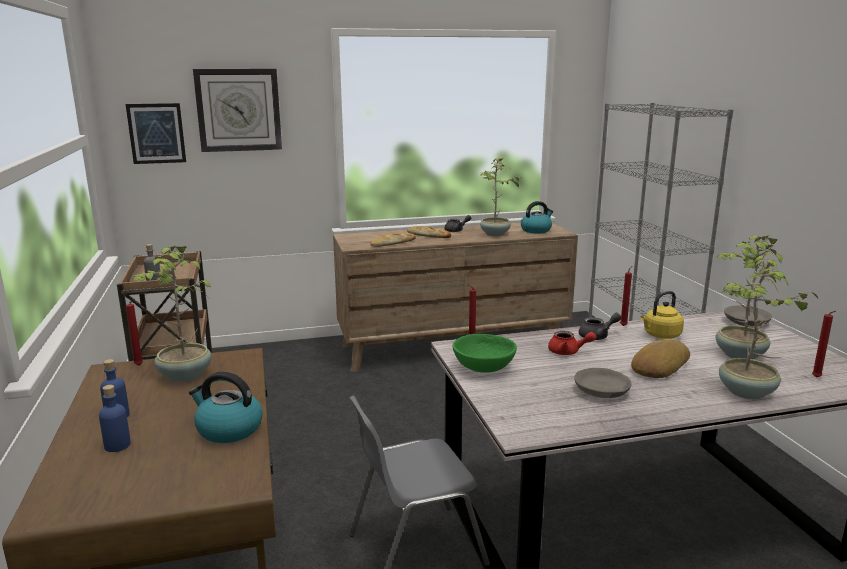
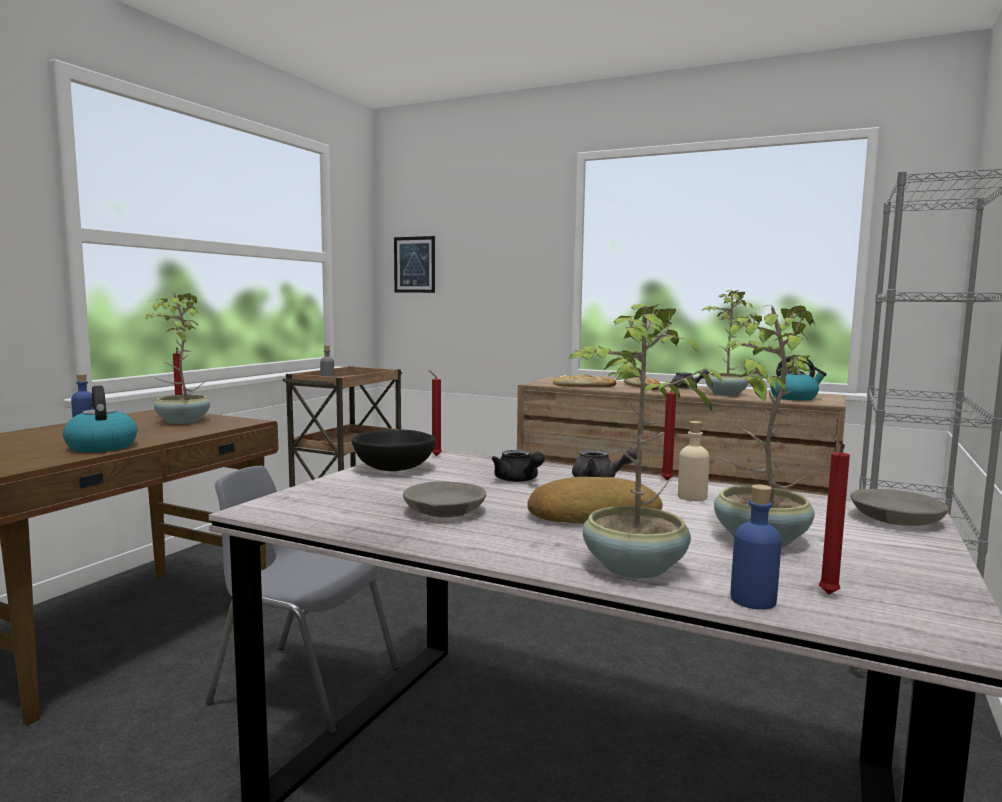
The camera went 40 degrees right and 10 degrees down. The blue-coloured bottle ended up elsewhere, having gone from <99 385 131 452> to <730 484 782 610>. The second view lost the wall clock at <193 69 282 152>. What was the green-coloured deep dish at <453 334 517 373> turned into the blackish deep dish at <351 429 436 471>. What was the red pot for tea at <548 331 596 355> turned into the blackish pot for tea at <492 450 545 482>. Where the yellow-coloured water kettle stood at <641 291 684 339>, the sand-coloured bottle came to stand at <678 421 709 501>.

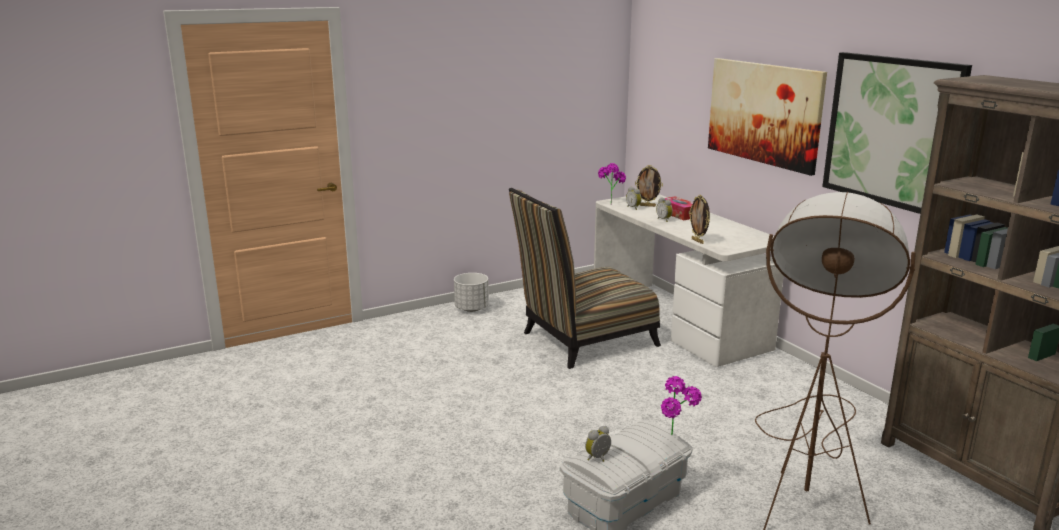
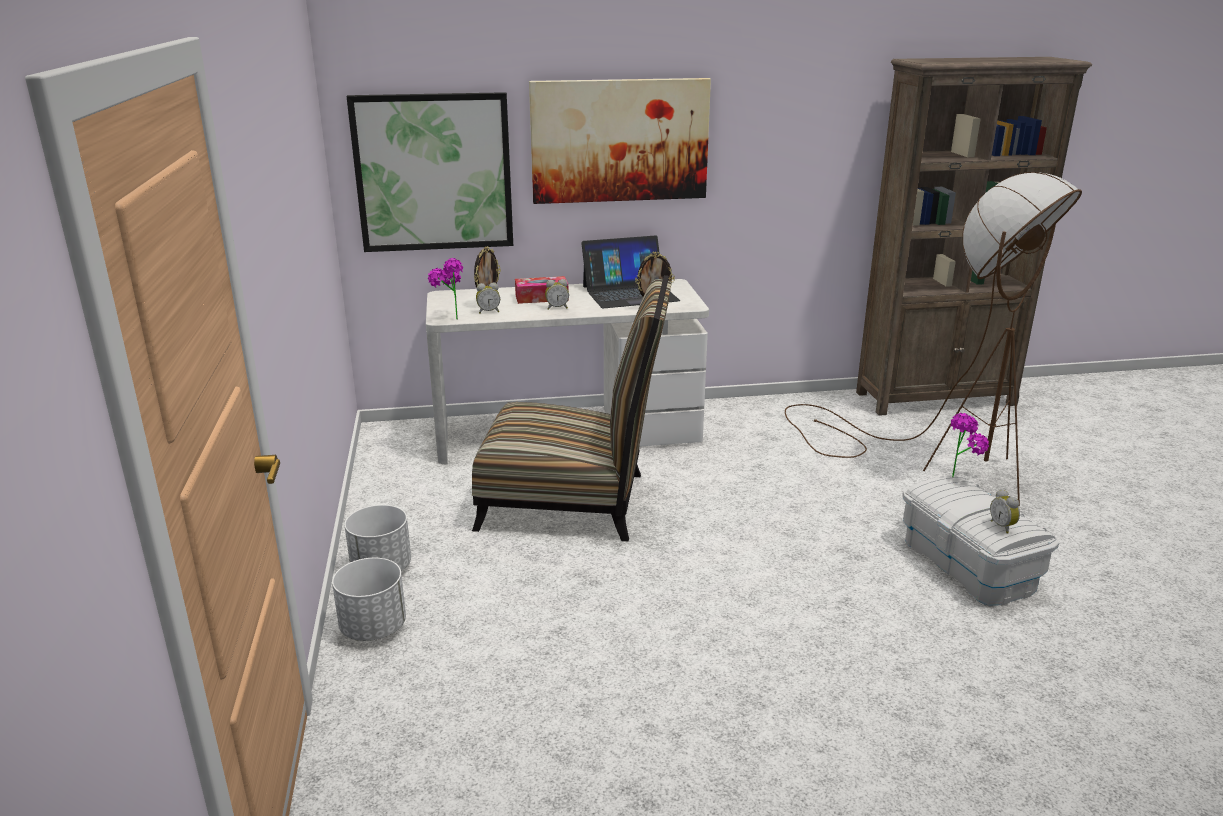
The camera went 70 degrees left and 5 degrees up. The plain chair at <509 188 661 369> ended up facing another way, 75 degrees counterclockwise from before. The picture ended up elsewhere, having gone from <822 52 972 214> to <346 92 513 252>. The second view gained the white plant pot at <332 558 406 641>. The second view gained the notebook computer at <581 236 680 308>.

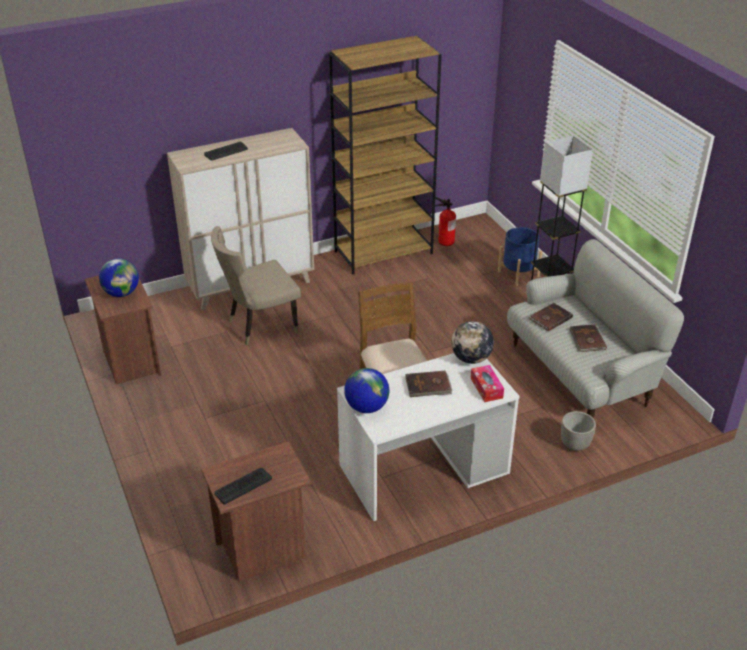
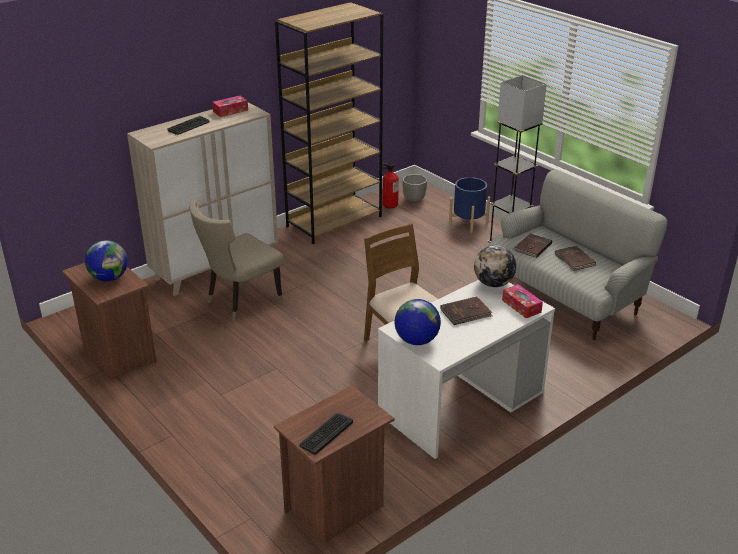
The camera went 15 degrees left and 5 degrees down. The plant pot ended up elsewhere, having gone from <561 411 596 451> to <402 174 427 203>. The second view gained the tissue holder at <212 96 248 117>.

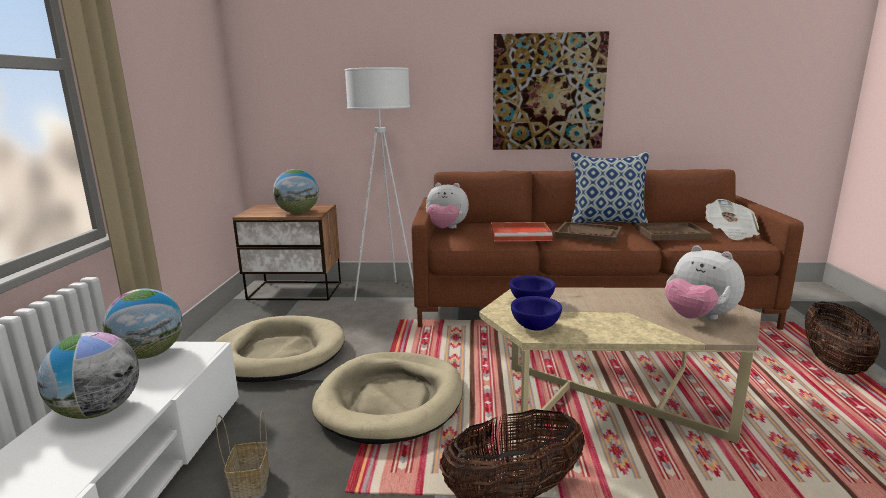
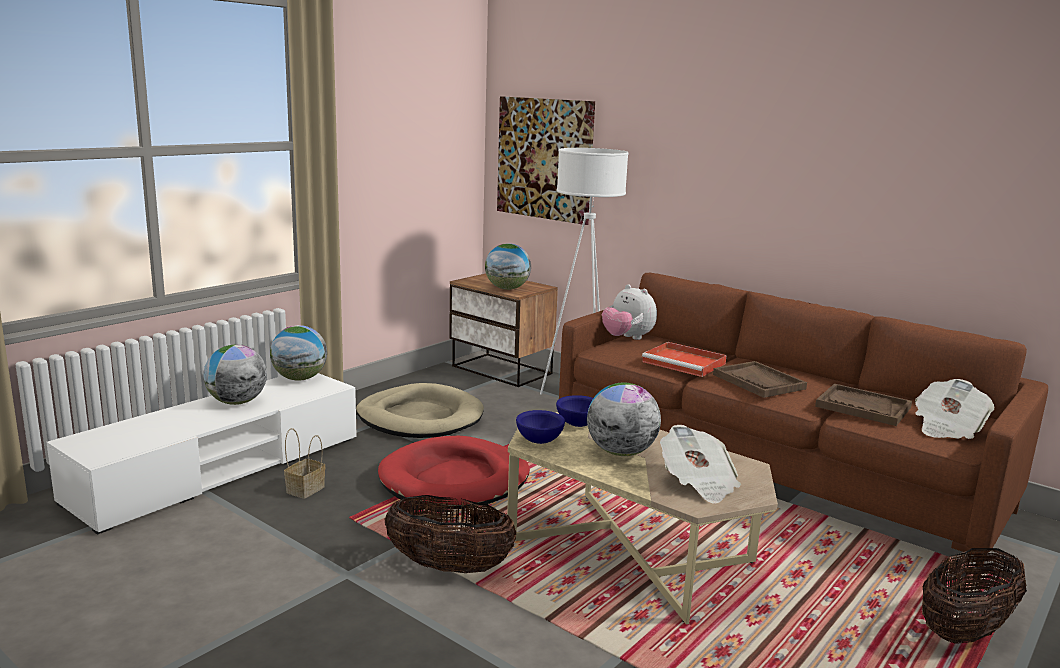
The camera went 35 degrees right and 0 degrees up. What was the sand-coloured pet bed at <312 352 463 444> turned into the red pet bed at <378 436 530 509>. The picture ended up elsewhere, having gone from <493 31 609 150> to <497 96 595 225>. The second view lost the cushion at <571 151 649 224>. Where the cuddly toy stood at <665 245 745 320>, the printed paper came to stand at <660 425 741 504>. The second view gained the world globe at <587 383 661 456>.

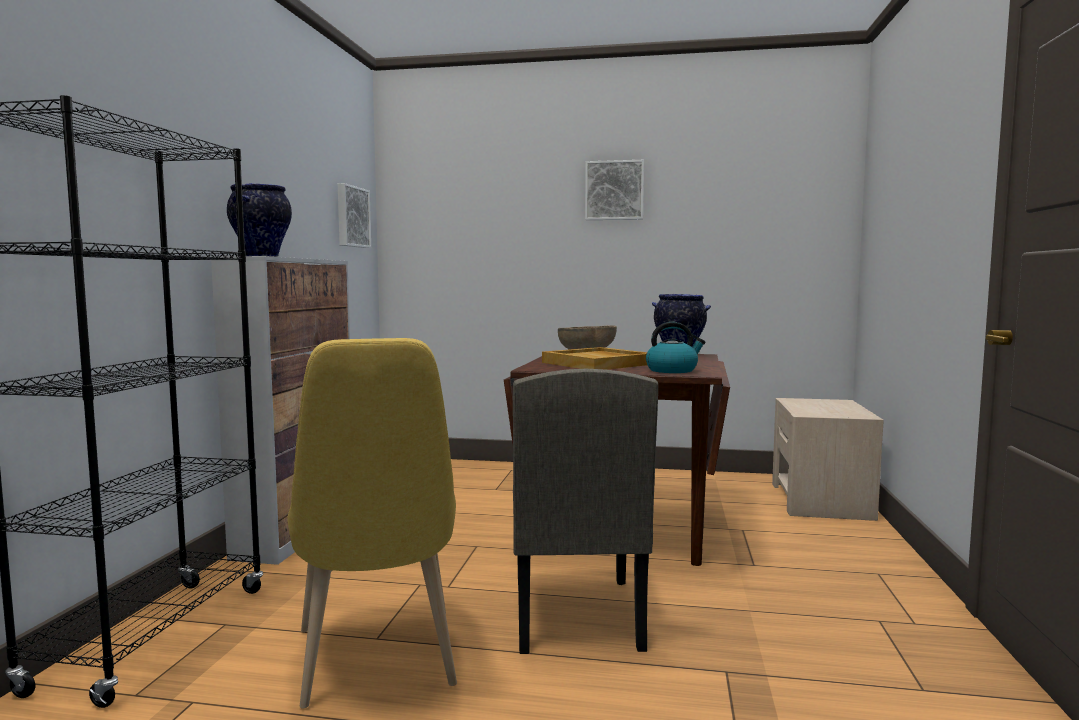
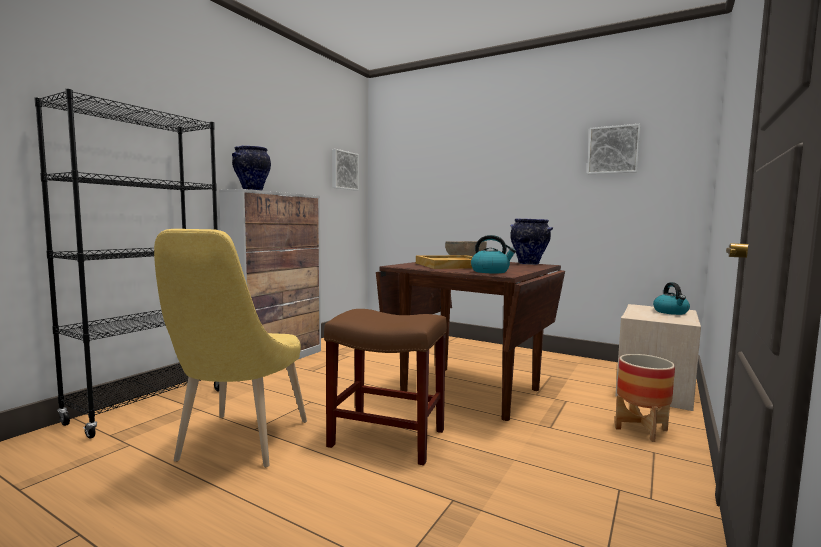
The camera went 20 degrees right and 0 degrees up. Where the sand-coloured plain chair stood at <513 369 658 654>, the brownish stool seat came to stand at <324 309 447 466>. The picture ended up elsewhere, having gone from <585 160 644 220> to <587 124 641 174>. The second view gained the plant pot at <615 354 675 442>. The second view gained the water kettle at <653 282 690 315>.

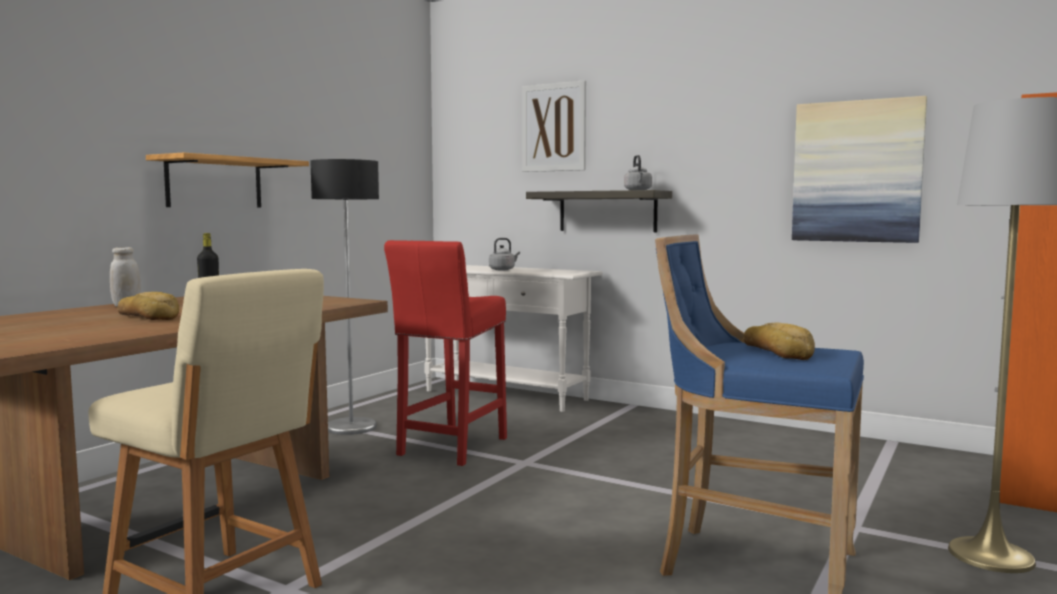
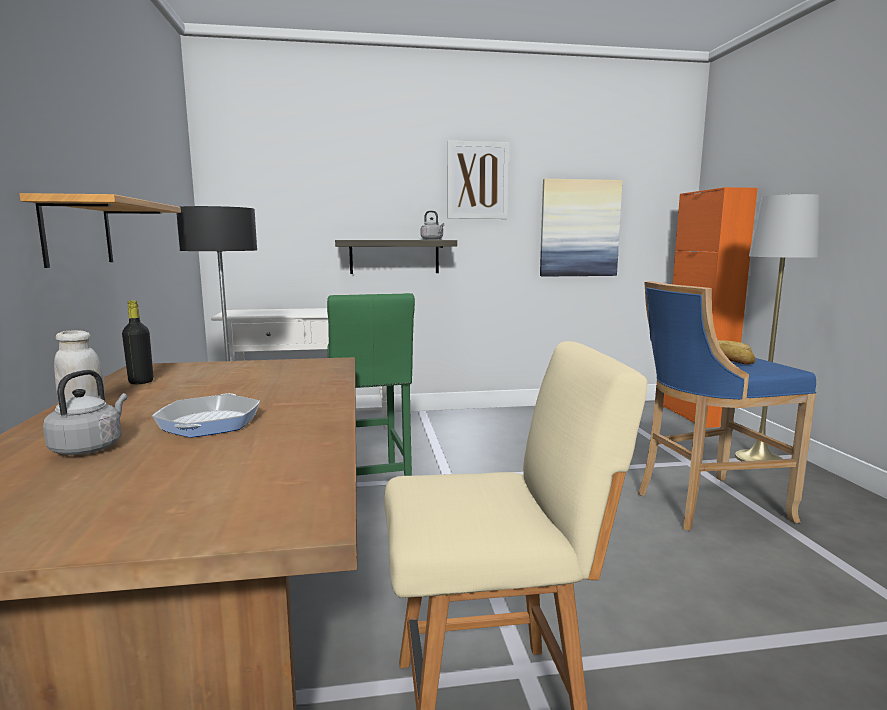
The camera went 40 degrees left and 5 degrees up. Where the bread stood at <118 292 179 320>, the frying pan came to stand at <152 393 260 438>. What was the red stool seat at <384 240 507 466> turned into the green-coloured stool seat at <327 293 415 476>. The gray water kettle ended up elsewhere, having gone from <489 238 520 270> to <43 370 127 455>. The picture ended up elsewhere, having gone from <522 80 586 172> to <447 141 509 219>.

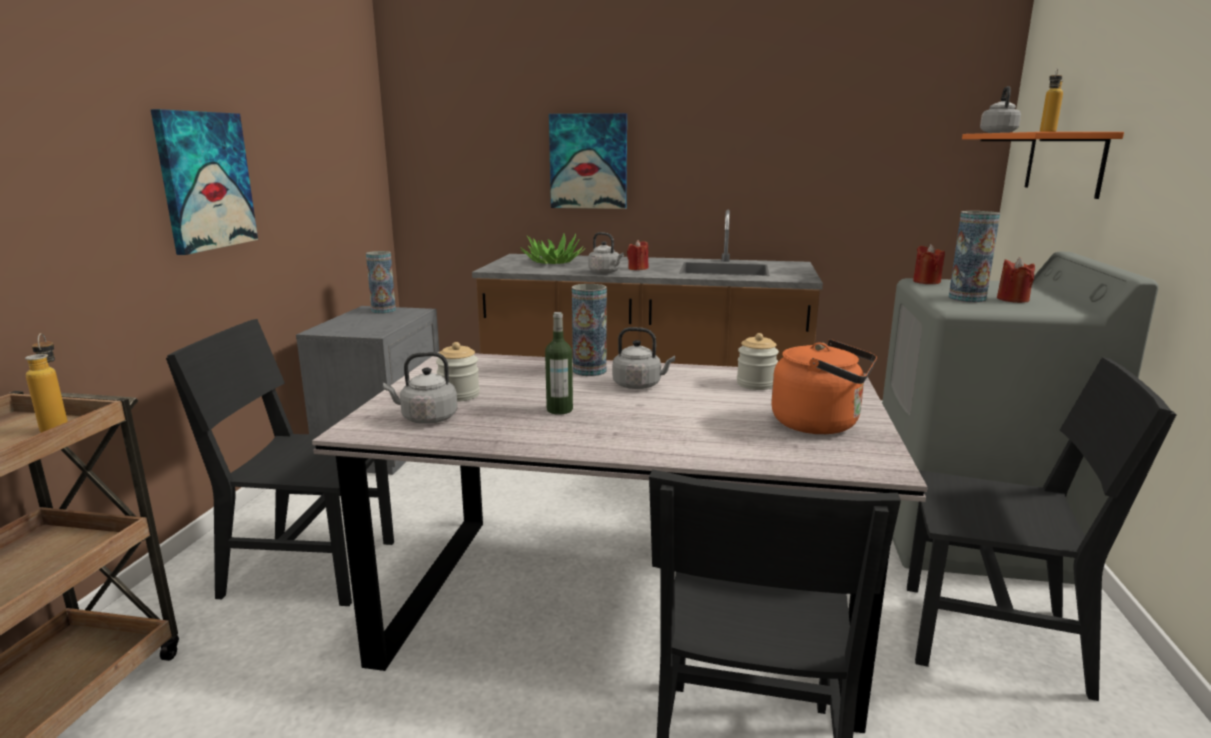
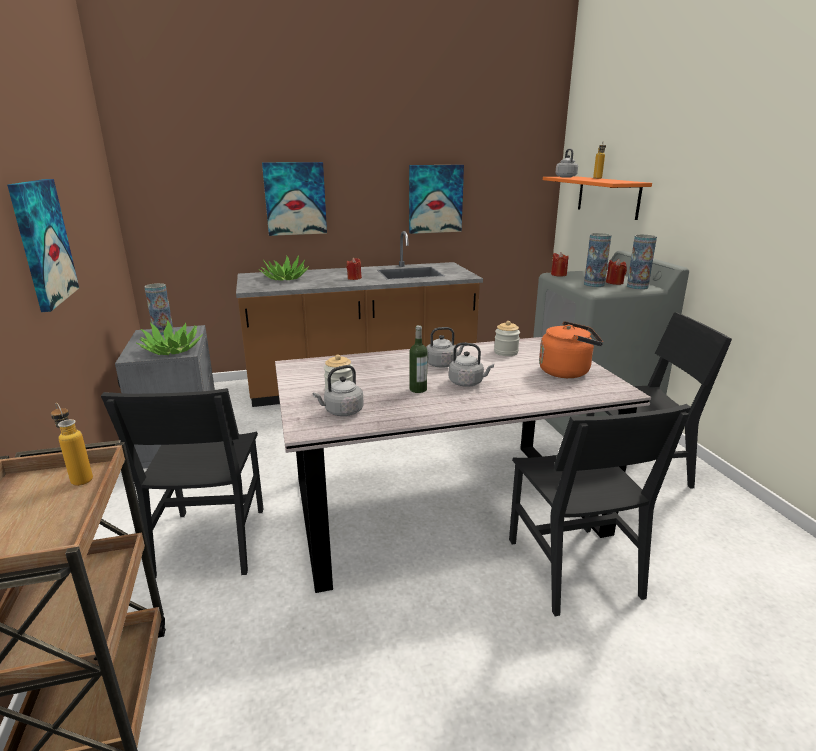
The camera went 25 degrees left and 5 degrees up. The blackish plain chair at <166 319 394 606> ended up facing another way, 75 degrees counterclockwise from before. The vase ended up elsewhere, having gone from <572 284 607 376> to <627 234 657 290>. The gray water kettle ended up elsewhere, having gone from <588 232 624 274> to <449 343 494 387>. The second view gained the plant in a pot at <137 320 203 355>. The second view gained the picture at <409 165 464 234>.

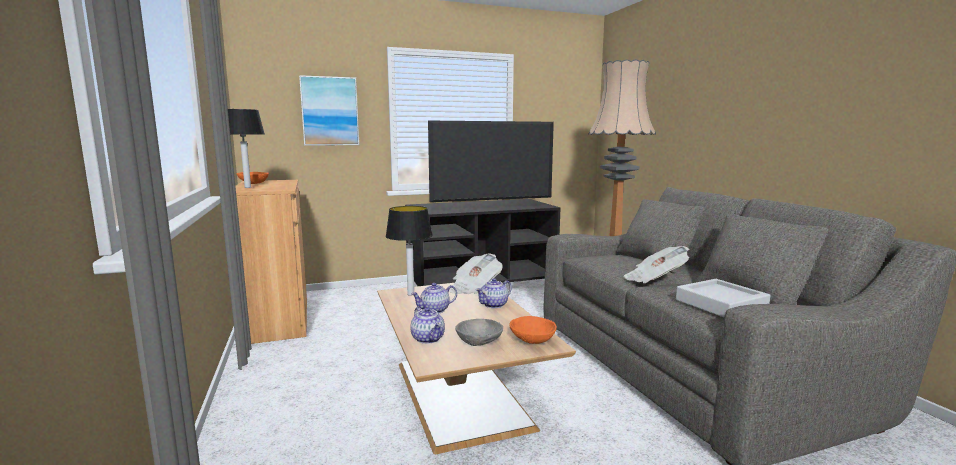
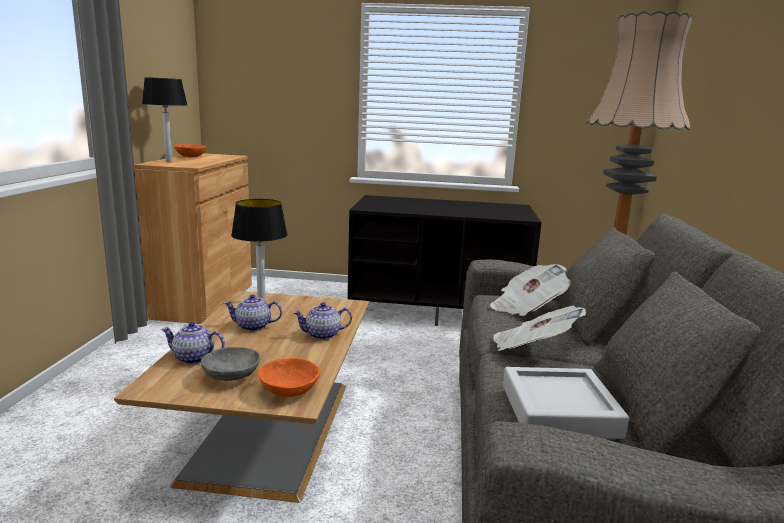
The camera went 25 degrees right and 5 degrees up. The second view lost the picture at <299 75 359 146>. The pot for tea at <410 307 445 344> ended up facing another way, 105 degrees clockwise from before. The second view lost the TV at <428 121 554 211>. The printed paper ended up elsewhere, having gone from <449 254 503 294> to <490 264 571 316>.

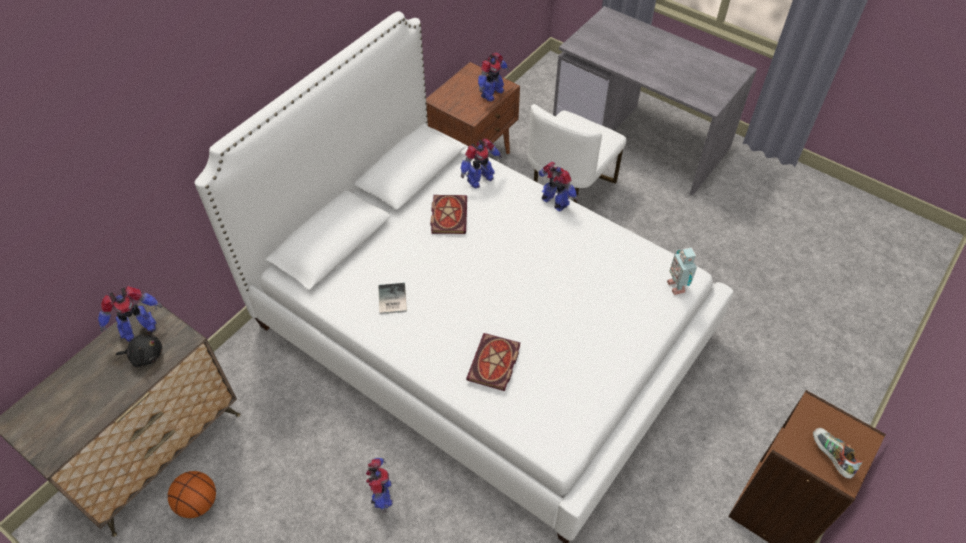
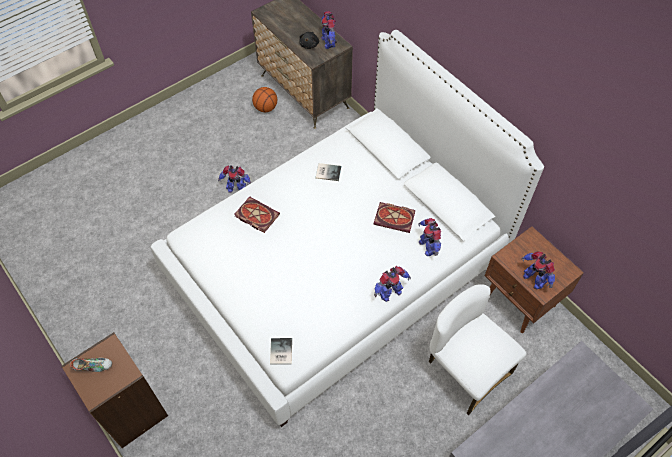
The camera went 105 degrees right and 5 degrees up. Where the model robot stood at <667 248 697 295>, the volume came to stand at <270 338 292 365>.

